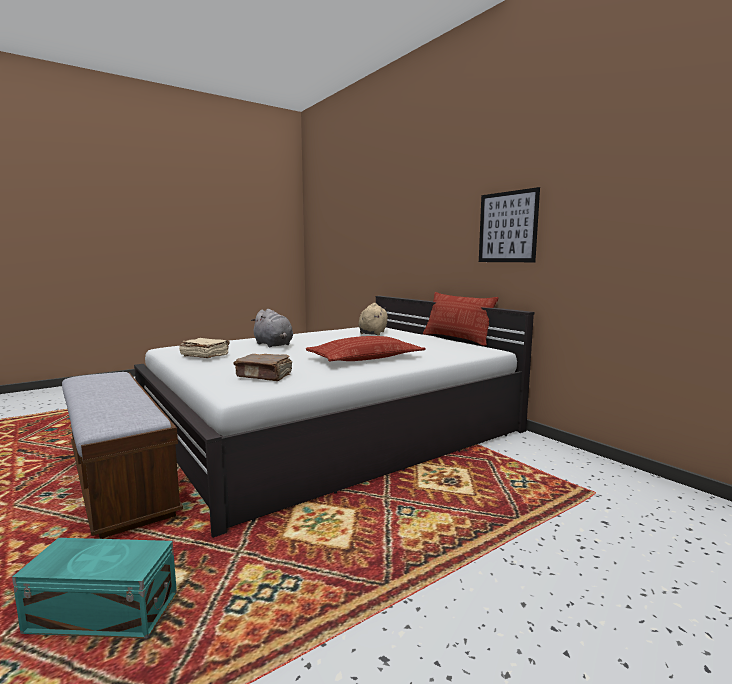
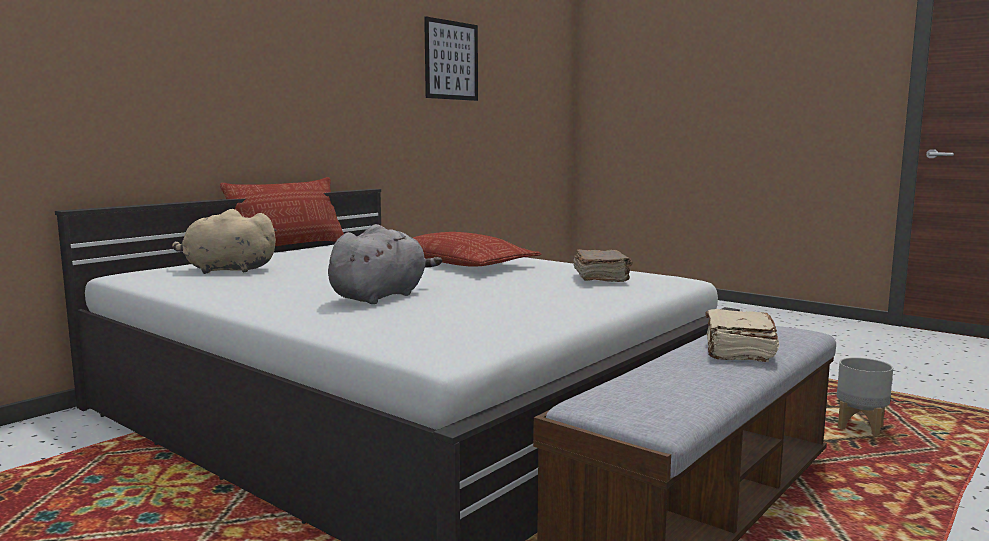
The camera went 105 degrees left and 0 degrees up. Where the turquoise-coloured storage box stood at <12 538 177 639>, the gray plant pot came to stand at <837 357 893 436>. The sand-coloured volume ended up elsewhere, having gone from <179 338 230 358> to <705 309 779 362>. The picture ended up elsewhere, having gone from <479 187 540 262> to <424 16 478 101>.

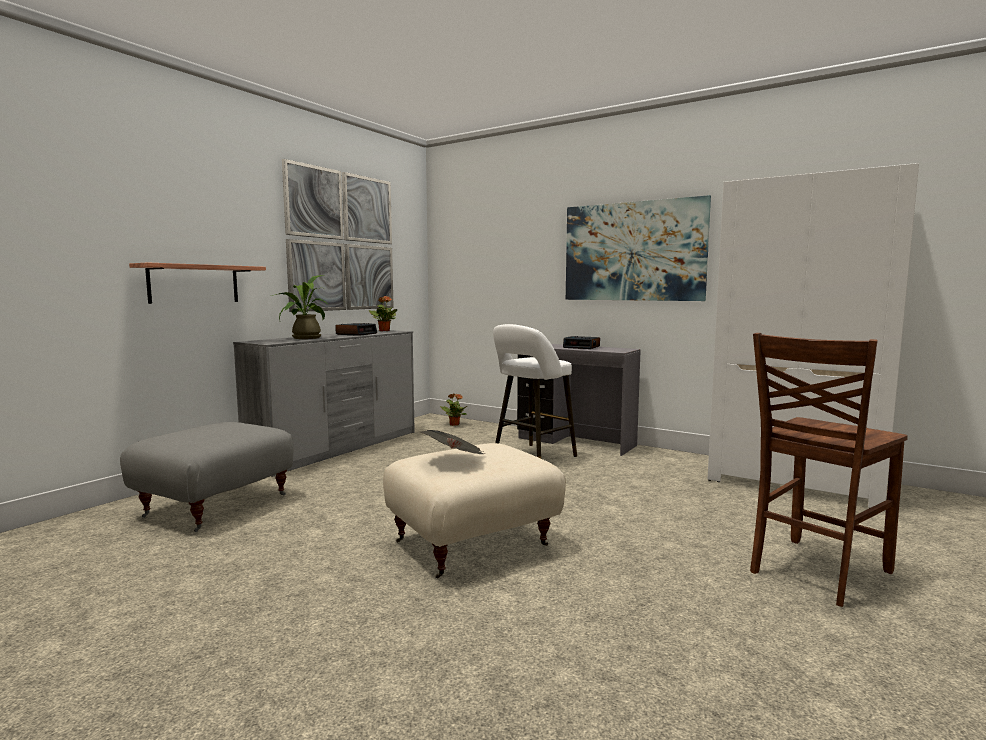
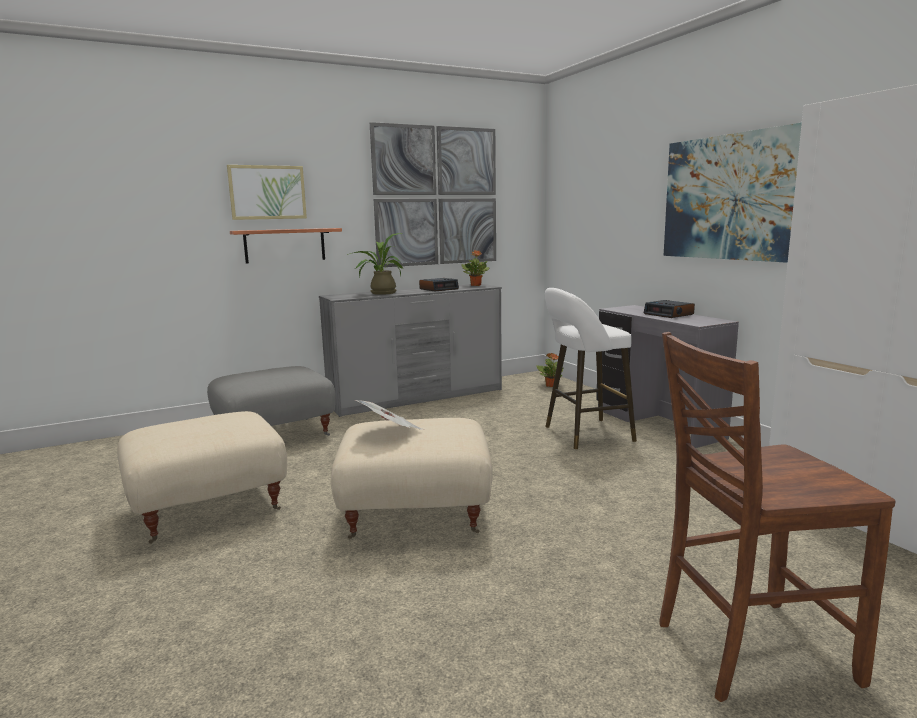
The camera went 30 degrees right and 5 degrees up. The second view gained the sand-coloured ottoman at <117 411 287 544>. The second view gained the picture at <227 165 307 220>.

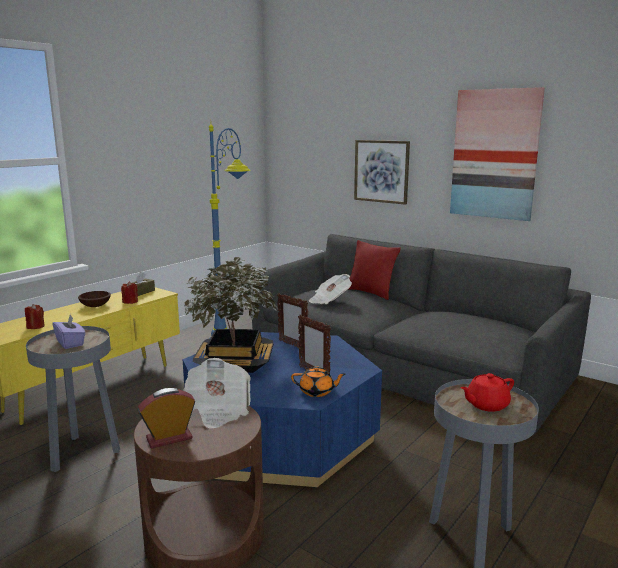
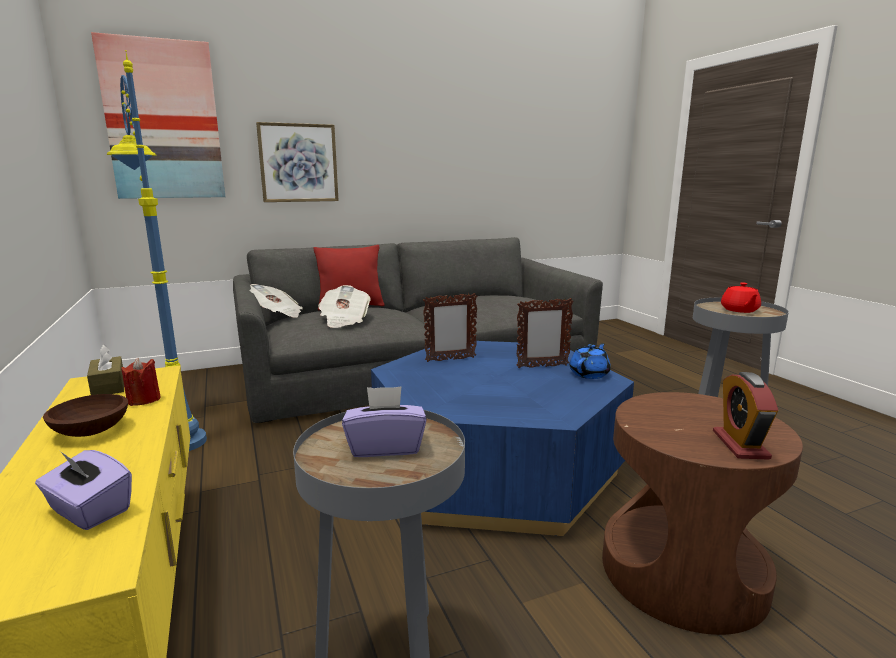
The camera went 60 degrees left and 0 degrees up. Where the red wax candle stood at <25 304 45 329>, the purple tissue holder came to stand at <35 450 132 530>. The printed paper ended up elsewhere, having gone from <183 358 251 429> to <249 284 303 318>. The second view lost the plant in a pot at <184 257 277 373>. What was the orange-coloured pot for tea at <291 366 346 397> turned into the blue-coloured pot for tea at <570 343 611 379>. The picture ended up elsewhere, having gone from <450 87 545 221> to <91 32 225 199>.

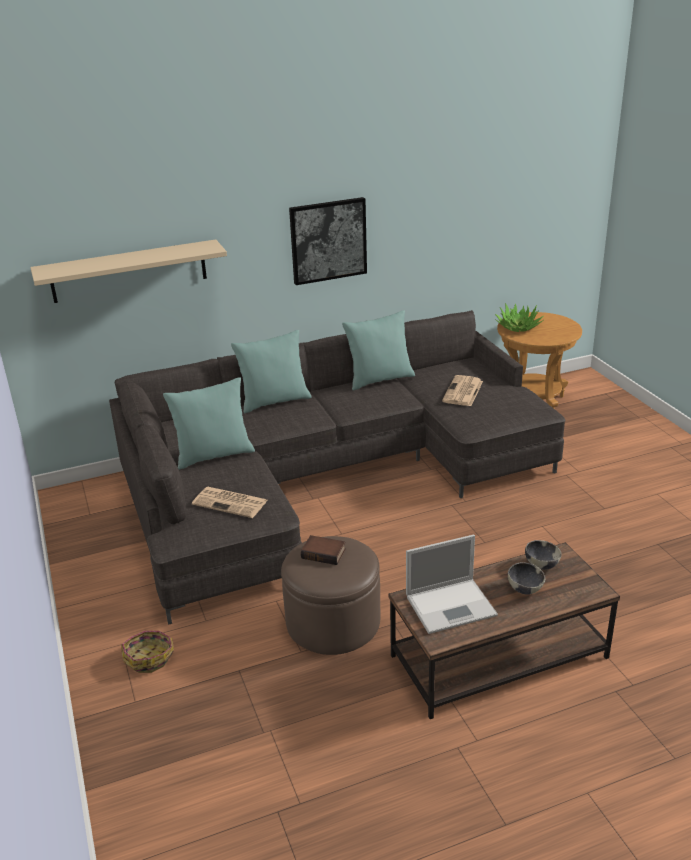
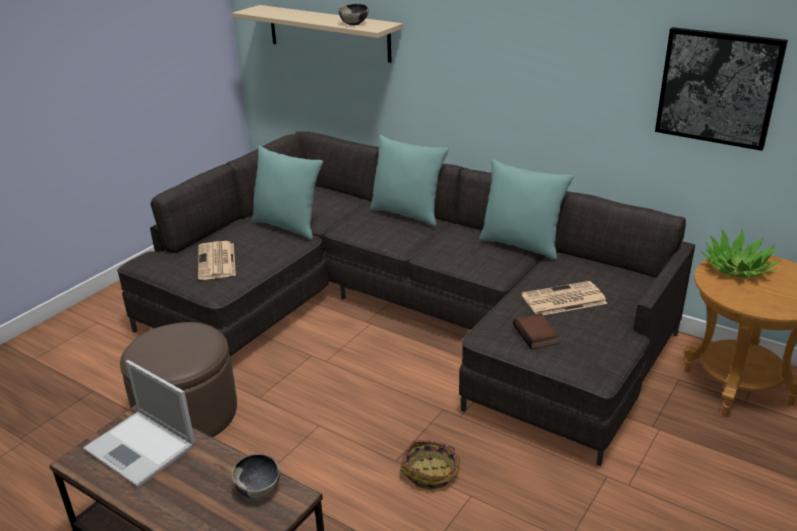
The camera went 55 degrees right and 0 degrees up. The storage basket ended up elsewhere, having gone from <121 631 174 673> to <400 440 460 490>. The picture ended up elsewhere, having gone from <289 197 367 285> to <655 27 788 151>. The volume ended up elsewhere, having gone from <301 535 346 565> to <513 313 559 349>. The deep dish ended up elsewhere, having gone from <508 562 545 595> to <339 3 369 26>.

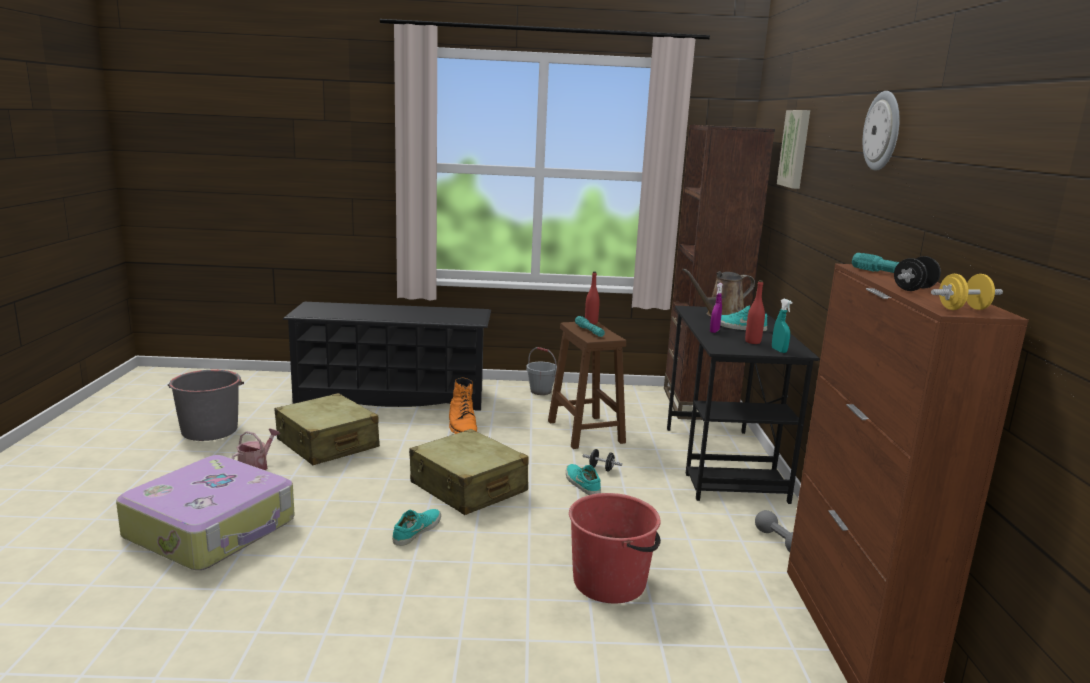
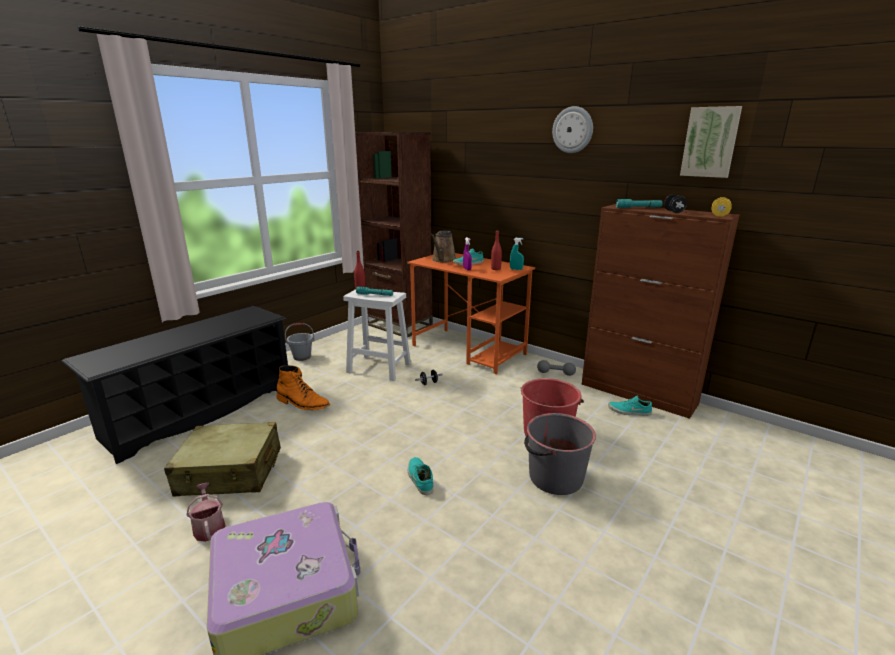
The camera went 50 degrees left and 5 degrees up. The gray pail ended up elsewhere, having gone from <168 370 244 441> to <524 413 596 495>. The second view lost the sand-coloured piece of luggage at <409 429 529 515>. What was the brownish stool seat at <548 322 626 449> turned into the white stool seat at <343 289 411 381>. The turquoise-coloured item of footwear ended up elsewhere, having gone from <566 464 601 495> to <608 396 652 416>. What was the blackish desk table at <667 306 819 504> turned into the orange-coloured desk table at <407 253 535 374>. The picture ended up elsewhere, having gone from <777 110 810 189> to <680 106 742 178>.

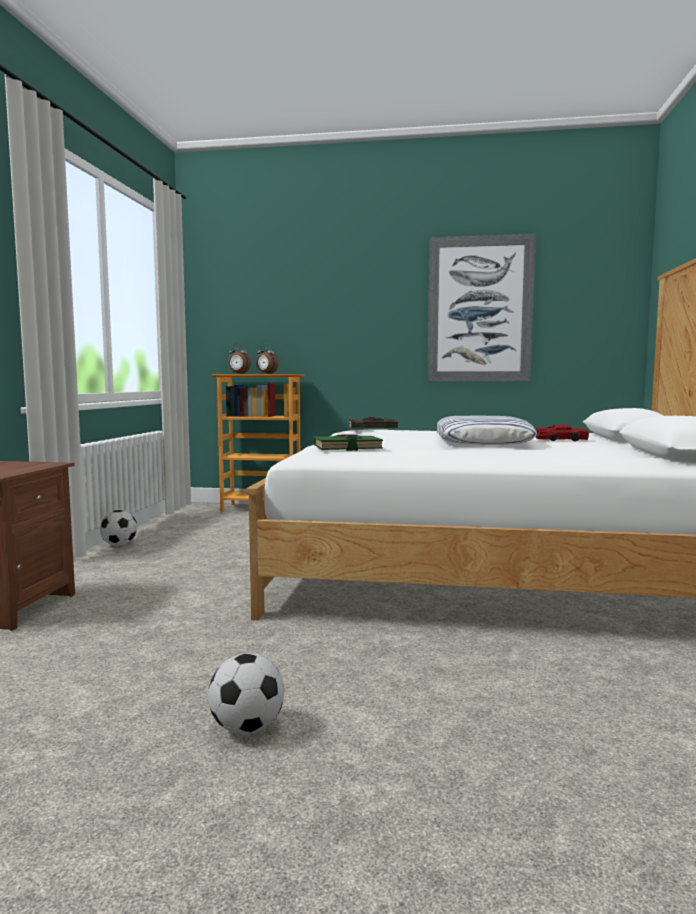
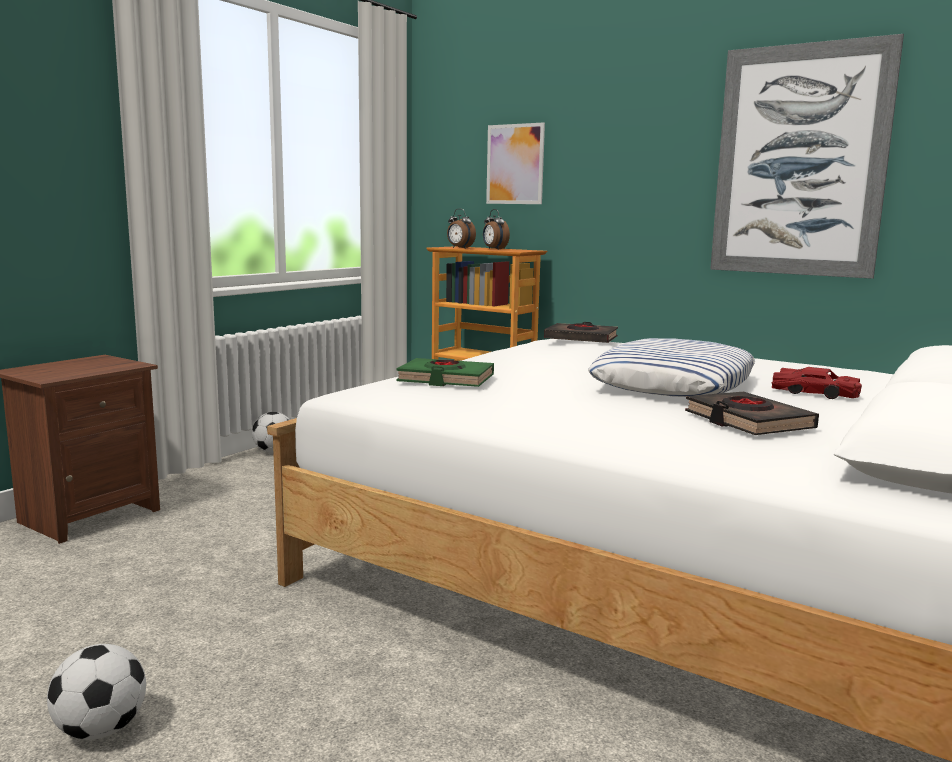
The camera went 25 degrees right and 5 degrees up. The second view gained the picture at <486 122 545 204>. The second view gained the blackish volume at <685 392 819 435>.

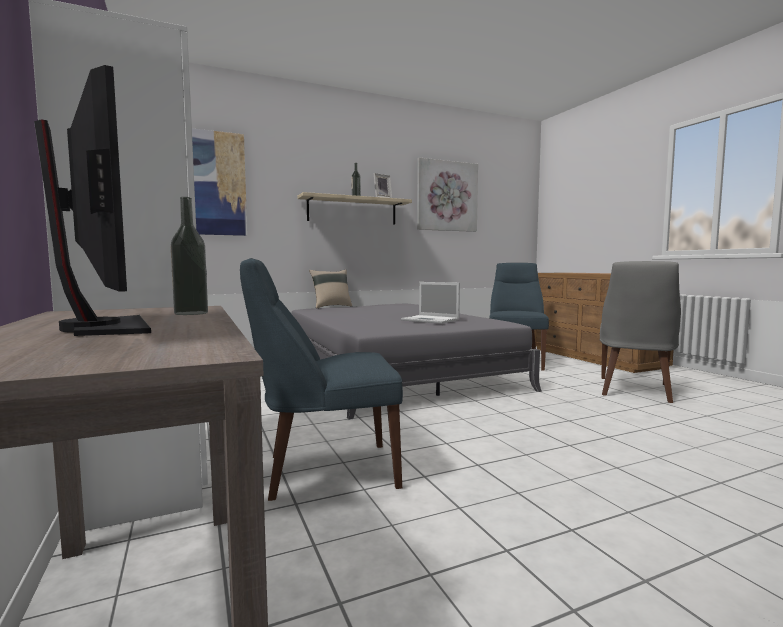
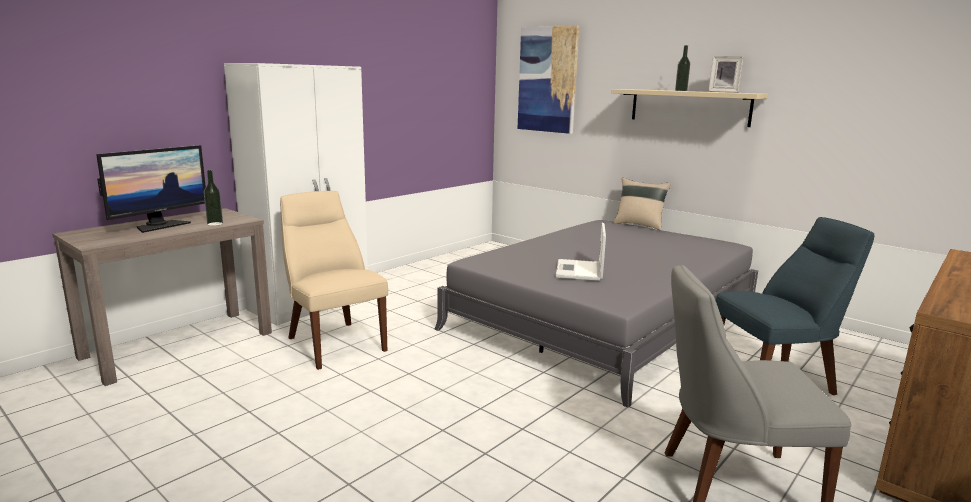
The camera went 65 degrees right and 10 degrees up. What was the blue-coloured plain chair at <240 258 403 501> turned into the sand-coloured plain chair at <280 191 388 370>. The second view lost the picture at <417 157 478 232>.

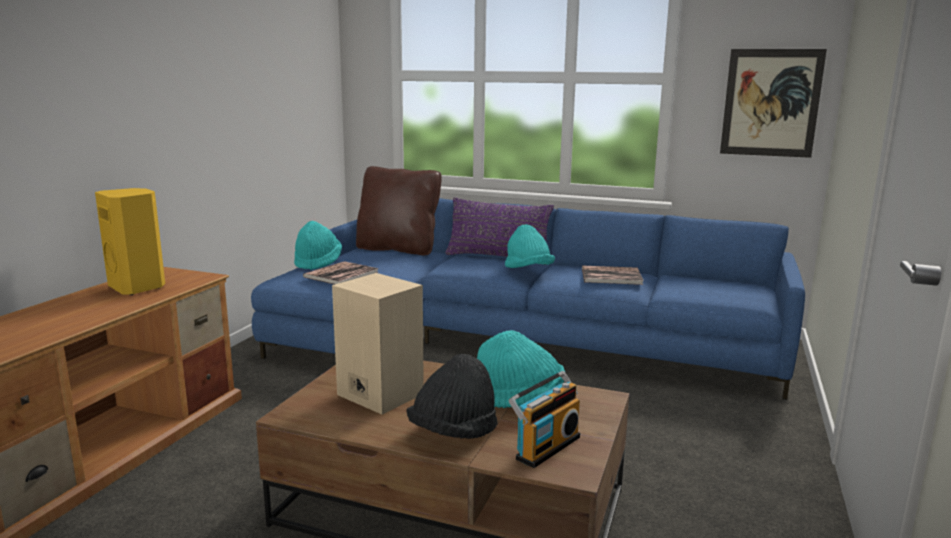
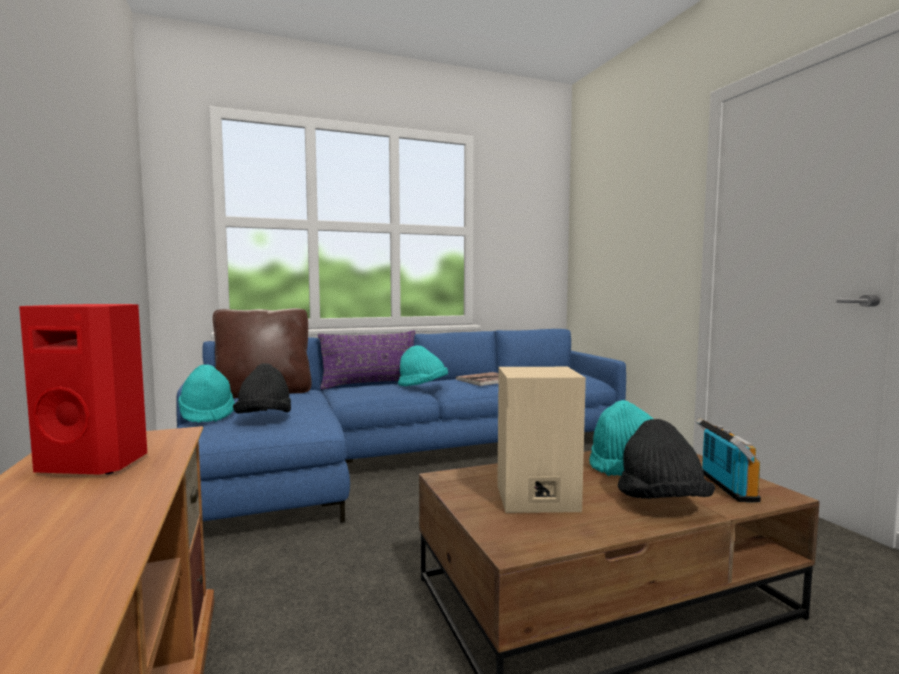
The camera went 40 degrees left and 10 degrees down. What was the yellow-coloured audio speaker at <95 188 165 295> turned into the red audio speaker at <19 304 147 475>. Where the volume stood at <303 261 379 285>, the blackish clothing hat came to stand at <233 363 291 414>. The second view lost the picture at <720 49 827 158>.

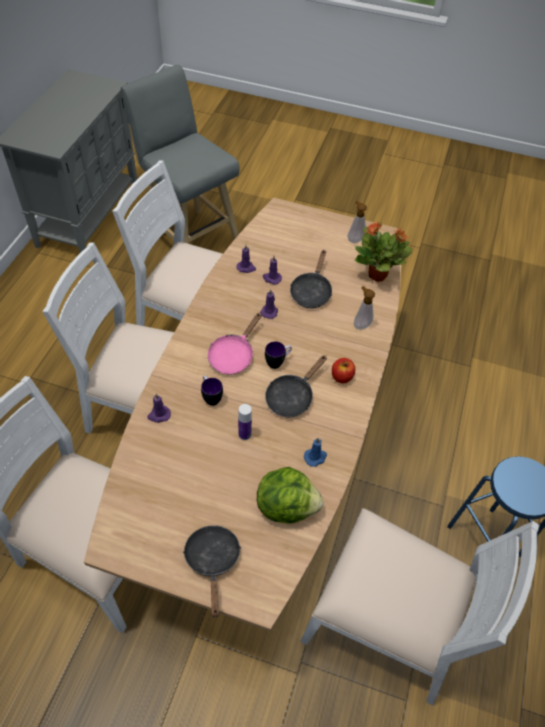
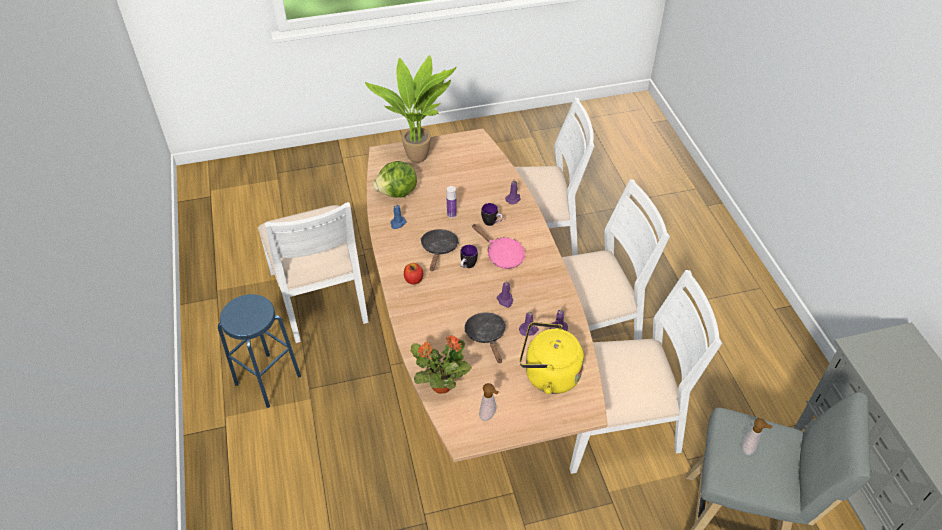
The camera went 150 degrees right and 5 degrees down. Where the blackish frying pan stood at <183 525 241 617>, the plant in a pot came to stand at <365 55 457 163>. The pink-coloured frying pan at <208 312 262 374> ended up facing another way, 135 degrees clockwise from before. The white plain chair at <300 508 540 705> ended up facing another way, 105 degrees counterclockwise from before. The soap dispenser ended up elsewhere, having gone from <354 286 375 330> to <742 418 772 456>. The second view gained the yellow-coloured water kettle at <519 322 584 394>.

